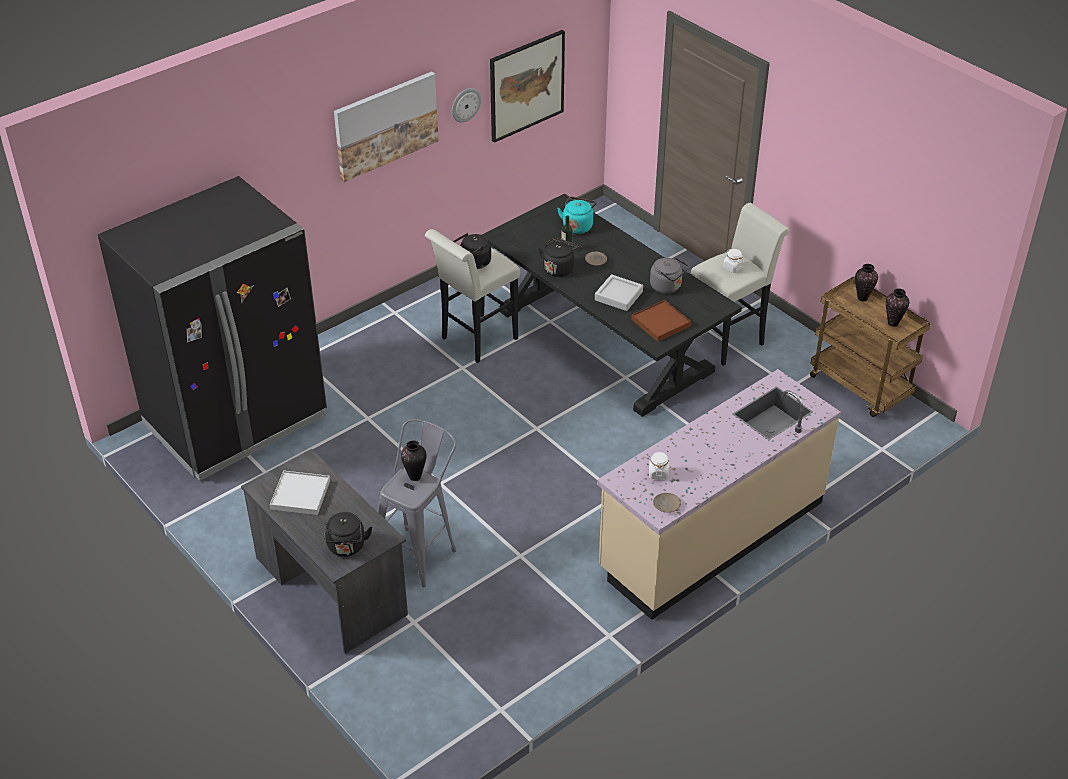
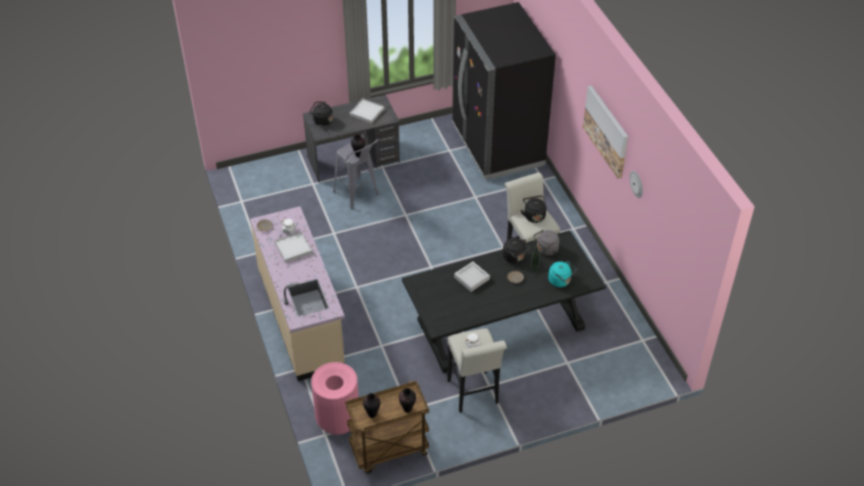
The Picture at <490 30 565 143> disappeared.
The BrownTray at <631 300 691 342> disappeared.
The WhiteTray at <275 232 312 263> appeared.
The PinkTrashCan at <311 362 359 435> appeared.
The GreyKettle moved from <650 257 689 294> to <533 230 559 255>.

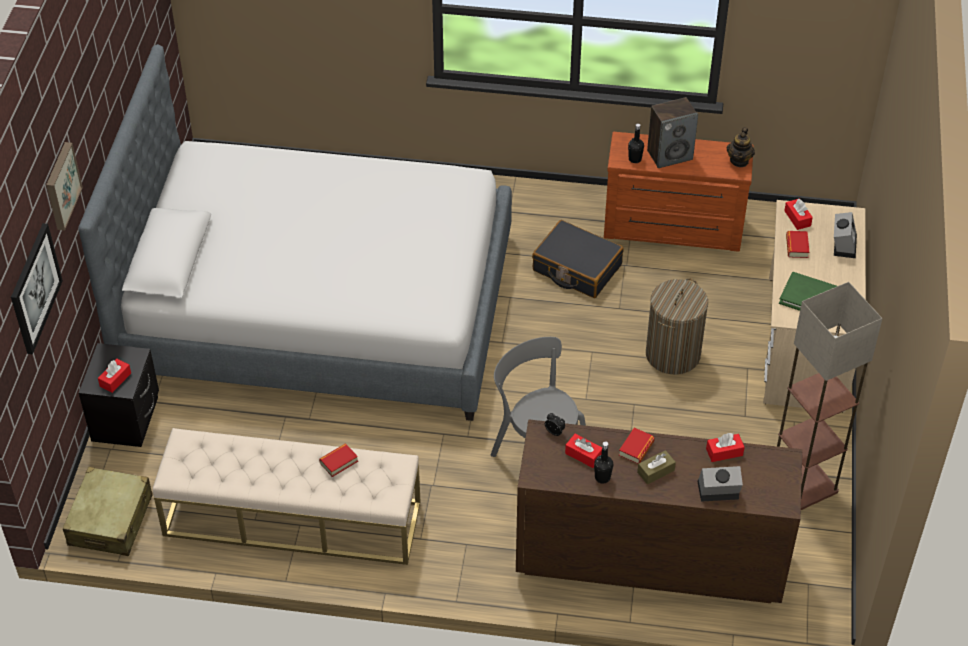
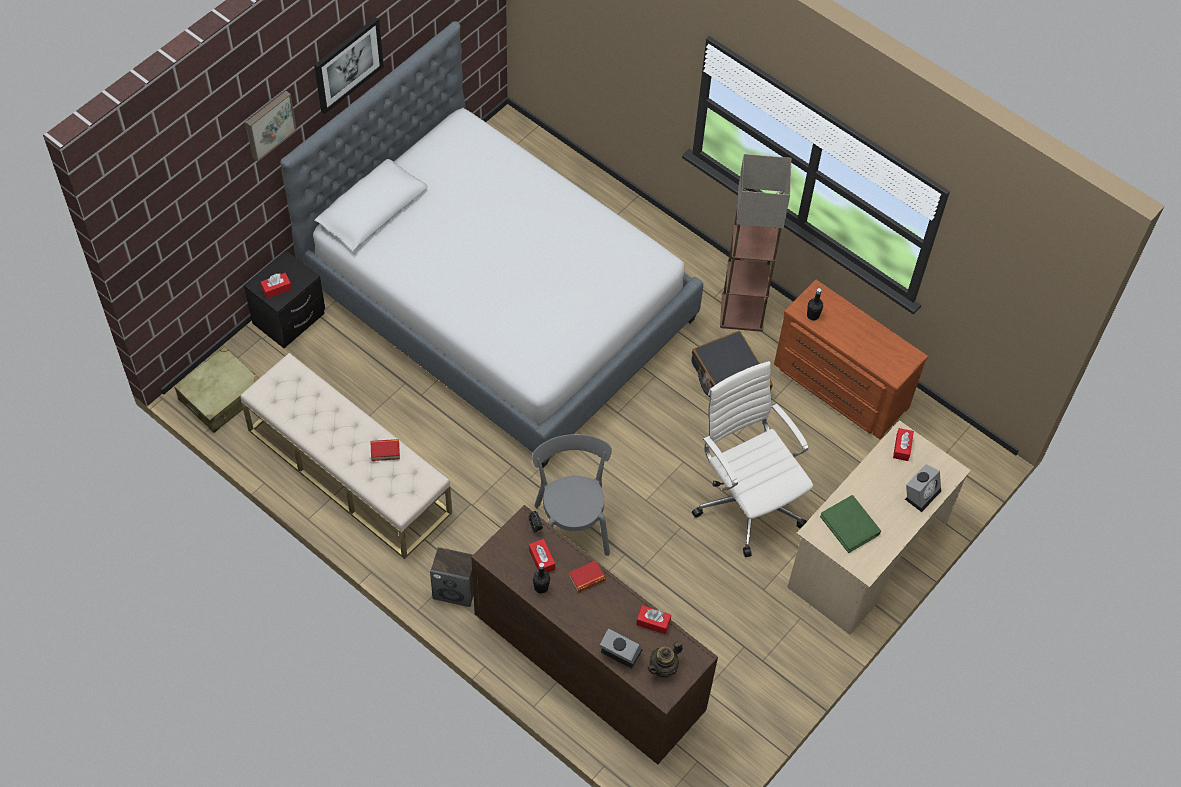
The BrownTissueBox at <637 450 676 484> disappeared.
The Book at <786 231 809 258> disappeared.
The Picture moved from <11 223 63 354> to <314 17 384 114>.
The Speaker moved from <647 97 698 168> to <430 547 473 607>.
The Teapot moved from <726 127 755 167> to <647 641 683 678>.
The FloorLamp moved from <777 282 882 510> to <720 154 791 332>.
The LaundryBasket at <646 278 708 375> was replaced by the WhiteOfficeChair at <692 361 813 557>.

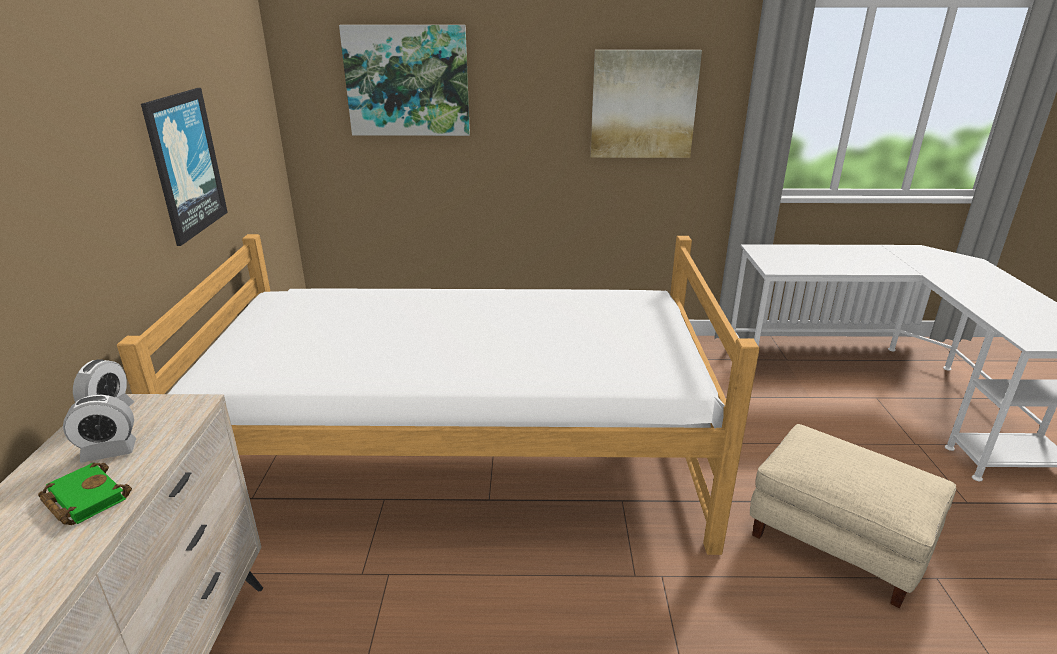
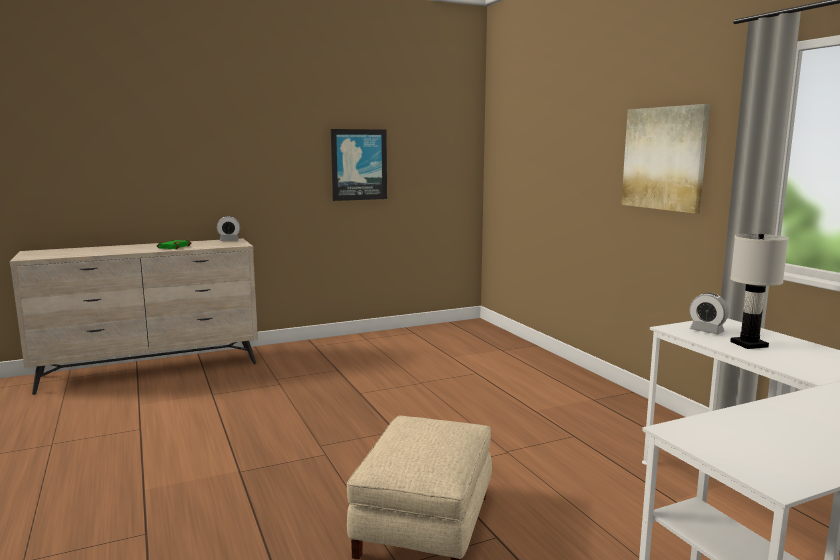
The Bed at <117 234 760 555> disappeared.
The Picture at <339 25 470 136> disappeared.
The WhiteTableLamp at <730 234 788 349> appeared.
The AlarmClock moved from <63 395 136 463> to <689 293 729 334>.

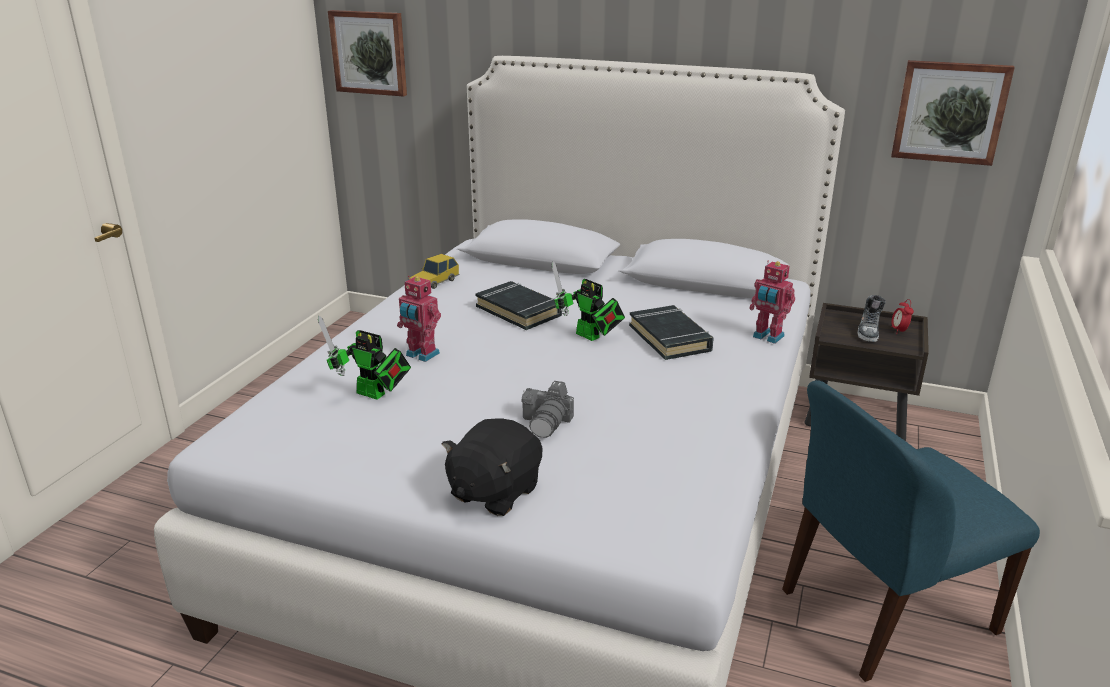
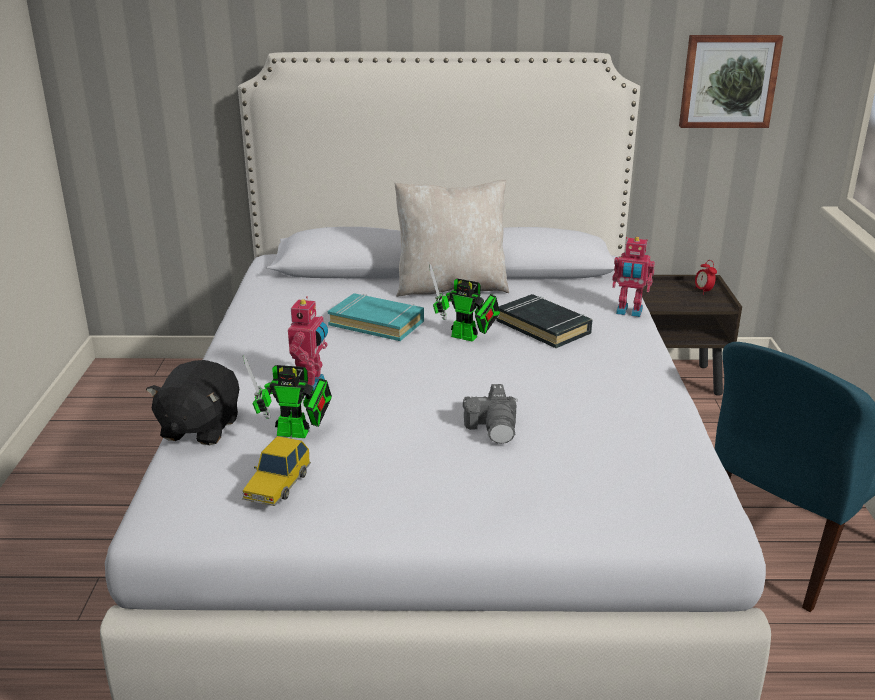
The Picture at <328 10 407 97> disappeared.
The Shoe at <857 295 886 342> disappeared.
The BeigePillow at <394 180 509 297> appeared.
The ToyCar moved from <409 254 460 289> to <242 436 311 506>.
The BlackPlushToy moved from <442 418 543 516> to <146 360 239 445>.
The BlackBook at <475 281 562 330> became the TurquoiseBook at <328 293 424 341>.
The ToyRobot at <397 276 441 362> turned 90 degrees counterclockwise.

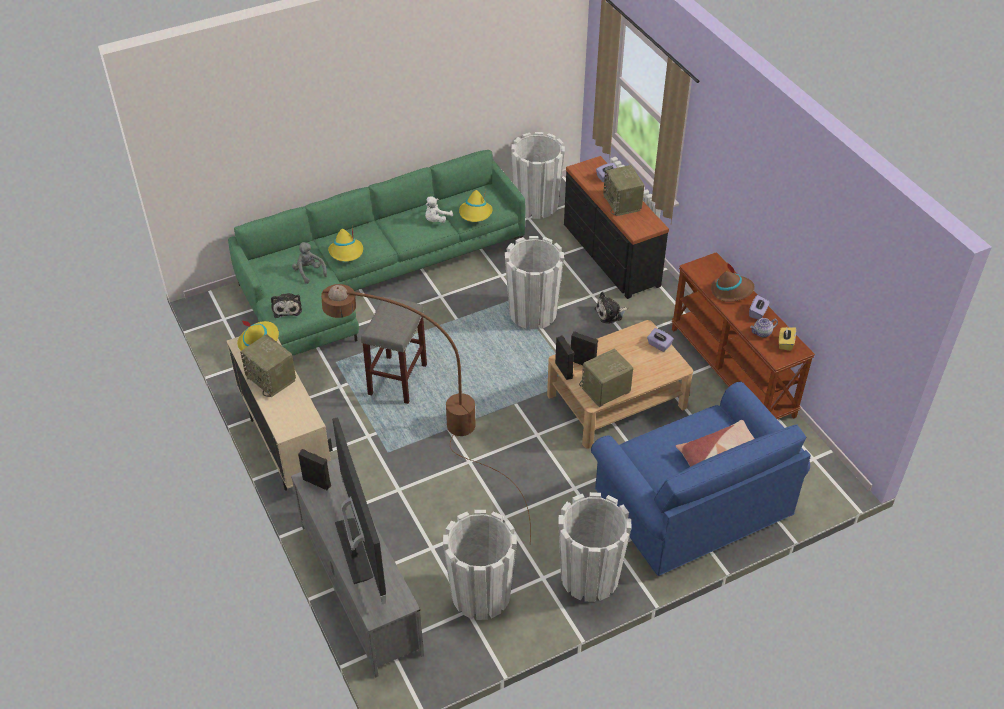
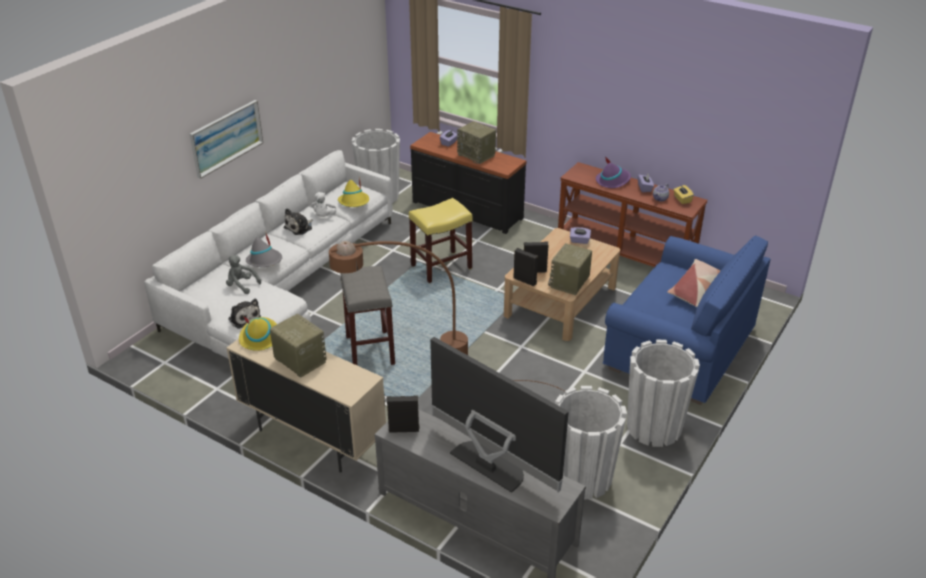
The Picture at <190 100 263 179> appeared.
The PlushToy moved from <595 292 628 324> to <284 208 313 235>.
The WhitePlanter at <505 236 564 329> was replaced by the YellowStool at <409 198 473 283>.
The GreenSofa at <228 150 525 356> became the WhiteSofa at <144 150 392 359>.
The YellowHat at <328 225 363 262> became the GreyHat at <246 234 282 267>.
The BrownHat at <711 262 755 302> became the PurpleHat at <596 157 631 188>.
The Radio at <240 334 296 397> turned 150 degrees counterclockwise.

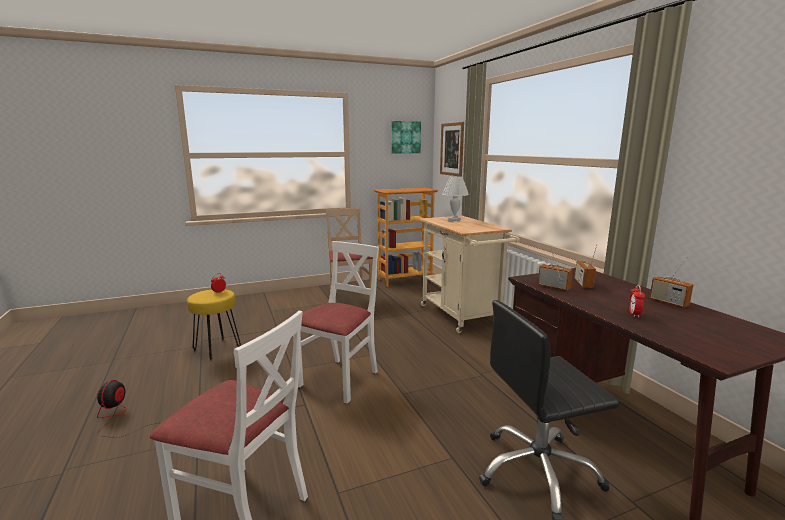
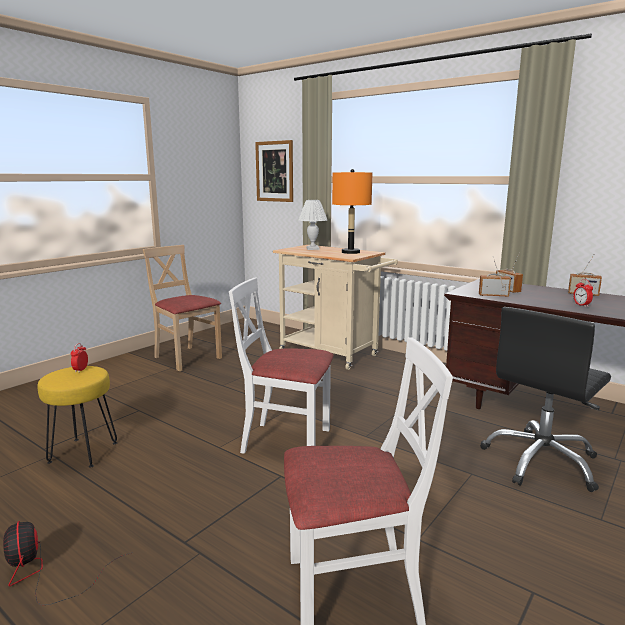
The Bookcase at <374 188 438 287> disappeared.
The Picture at <391 121 421 154> disappeared.
The OrangeTableLamp at <332 169 373 254> appeared.
The WhiteChair at <293 241 379 404> turned 75 degrees counterclockwise.

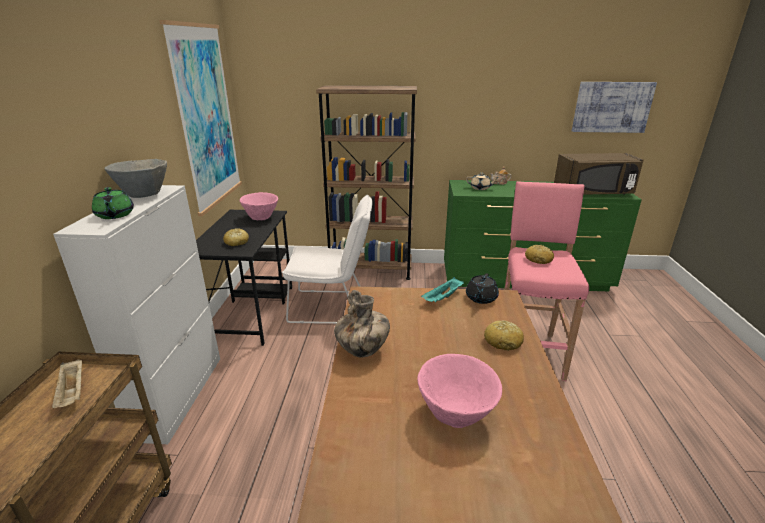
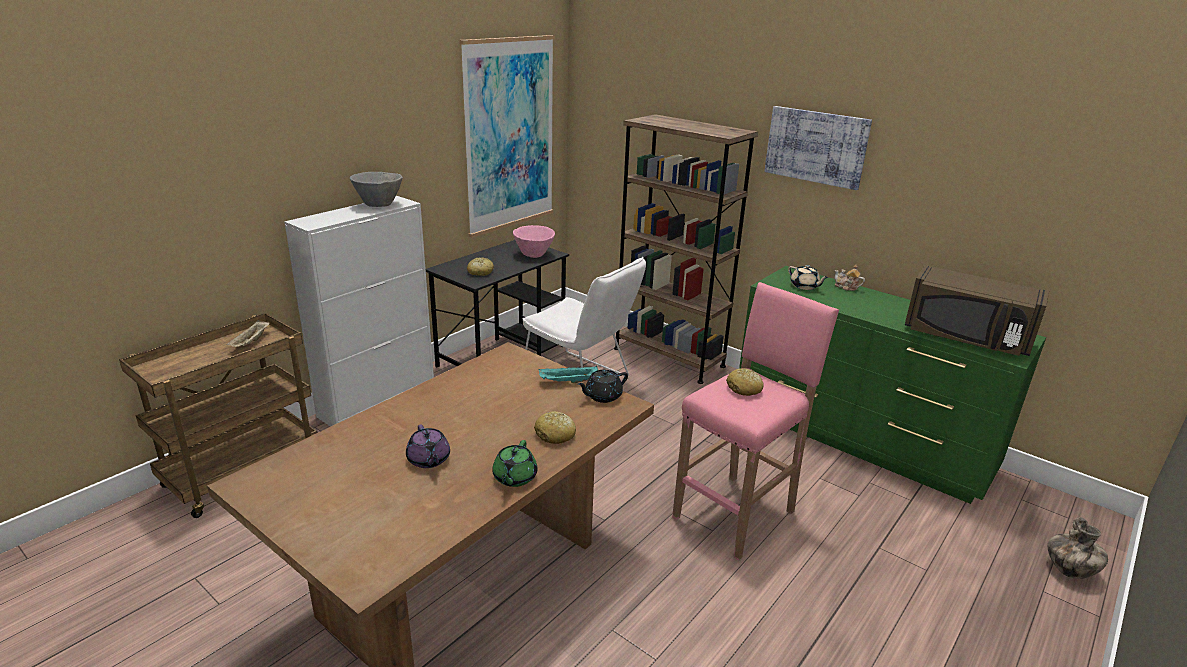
The GreenTeapot moved from <92 187 134 219> to <492 440 537 487>.
The Vase moved from <334 290 390 358> to <1048 517 1108 579>.
The Picture moved from <572 82 657 133> to <764 106 872 190>.
The PinkBowl at <417 354 502 428> was replaced by the PurpleTeapot at <406 424 450 468>.

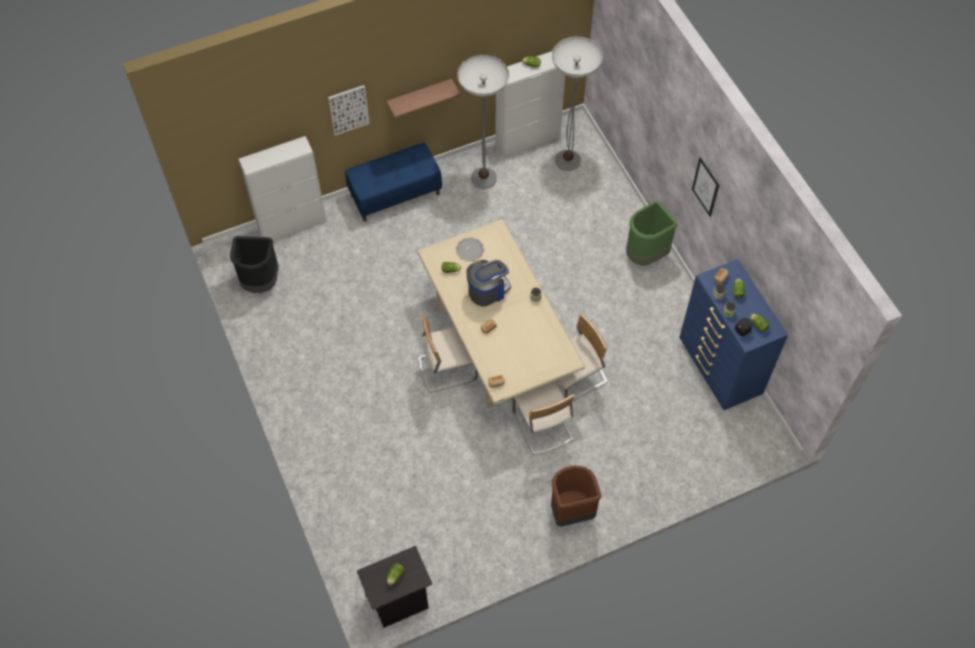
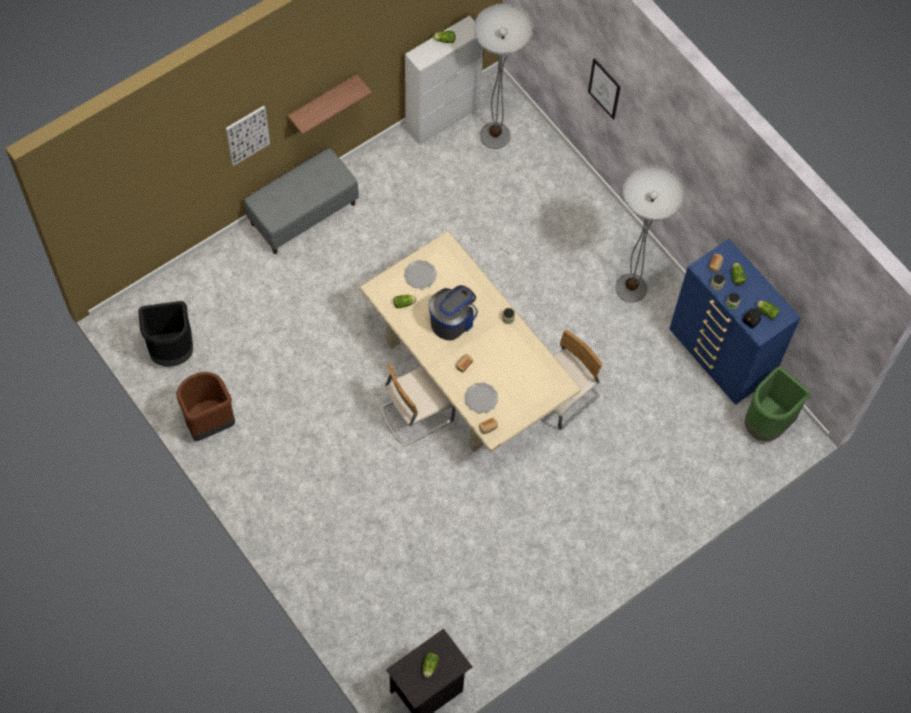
The WhiteCabinet at <239 136 327 241> disappeared.
The BeigeChair at <513 381 575 455> disappeared.
The Plate at <464 382 498 413> appeared.
The FloorLamp moved from <458 55 509 189> to <615 165 686 303>.
The BrownTrashCan moved from <551 465 601 526> to <176 372 235 441>.
The GreenTrashCan moved from <626 201 678 265> to <745 366 811 441>.
The Picture moved from <692 157 719 217> to <588 58 621 120>.
The BlueBench at <345 143 442 222> became the GreyBench at <244 148 359 254>.

